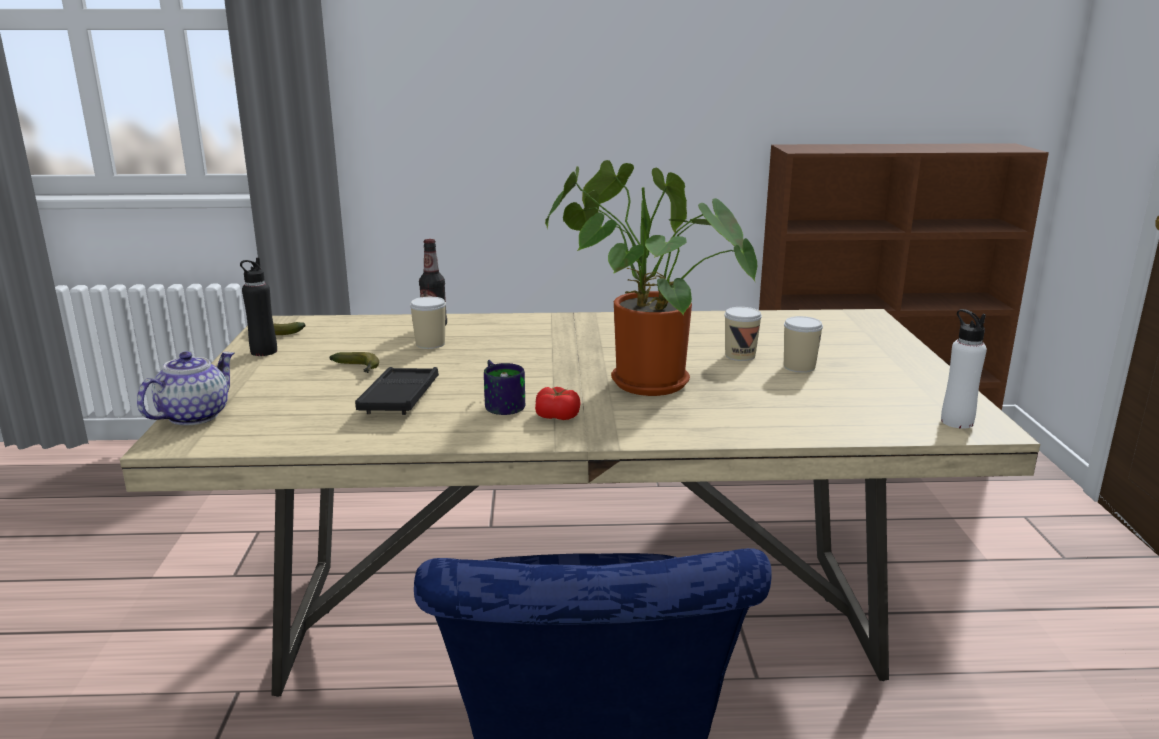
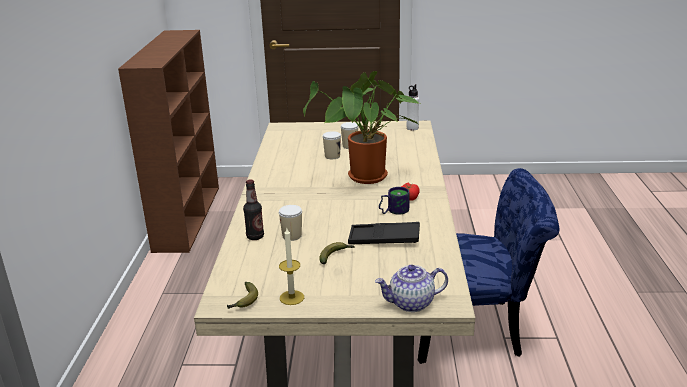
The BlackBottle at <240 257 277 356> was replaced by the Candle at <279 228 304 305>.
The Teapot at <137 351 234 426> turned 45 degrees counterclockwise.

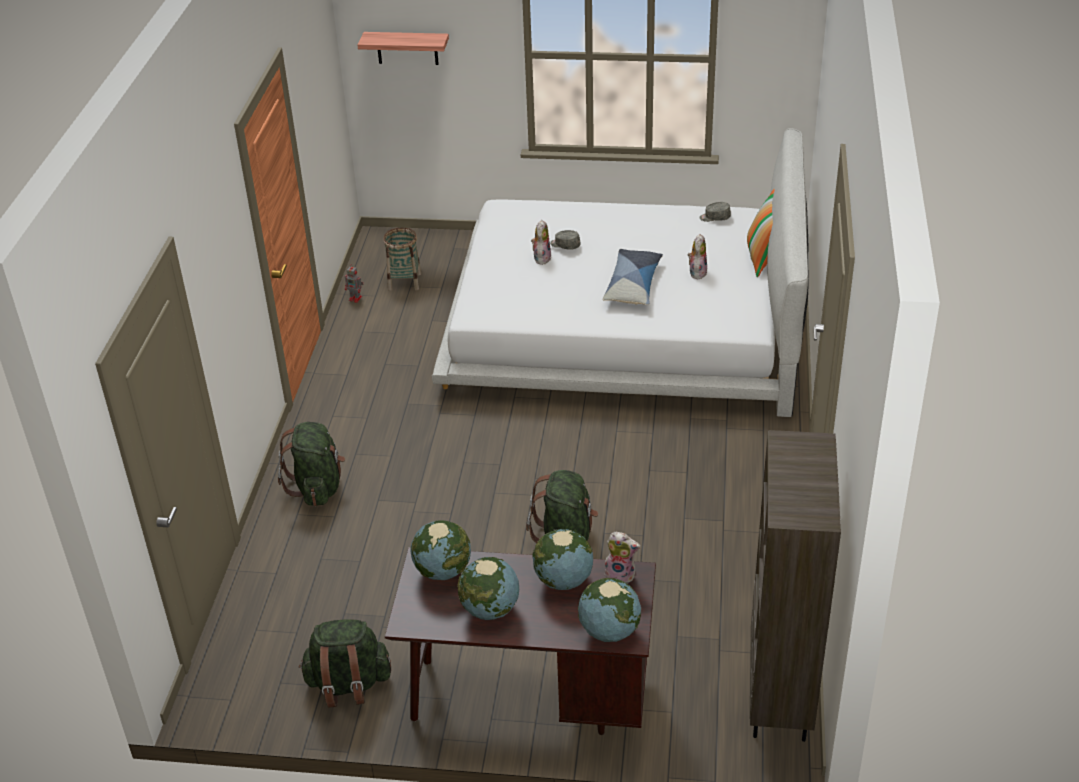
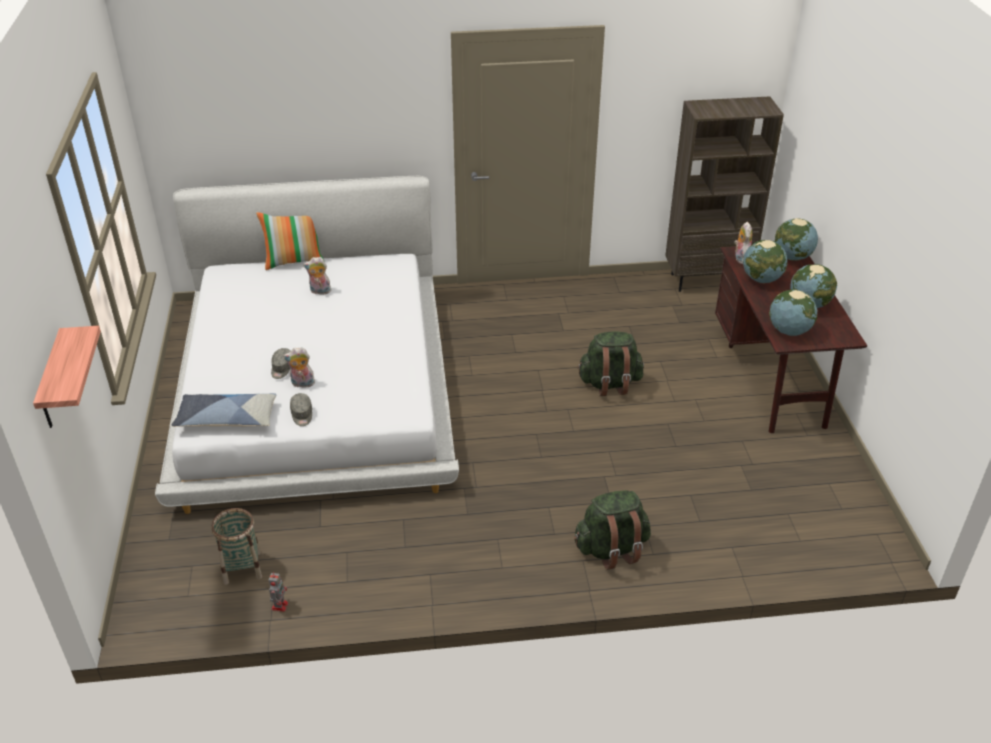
The GreenBackpack at <299 619 391 707> disappeared.
The Pillow moved from <603 249 663 305> to <172 393 277 427>.
The GreyCap moved from <699 202 731 222> to <290 393 312 426>.

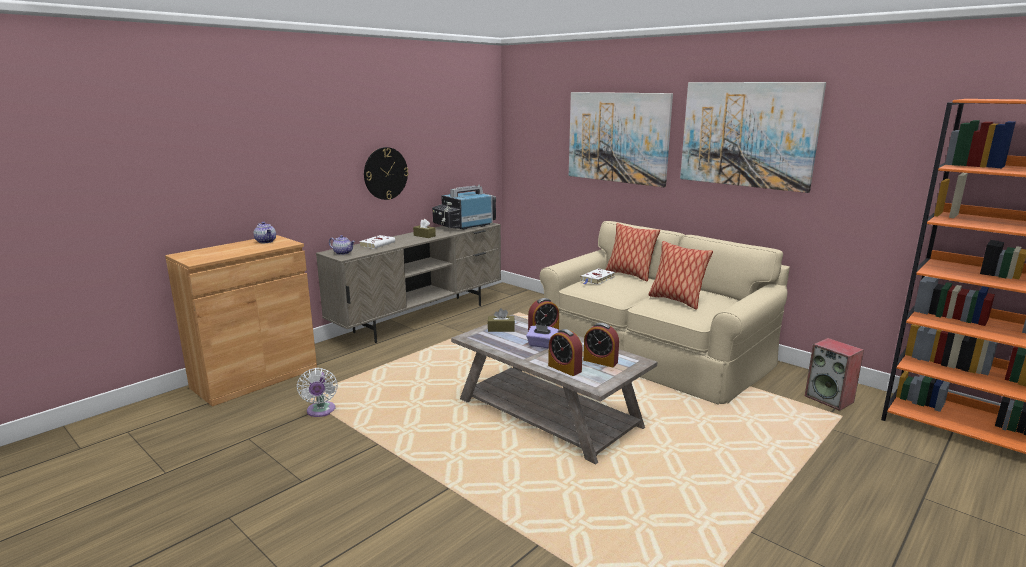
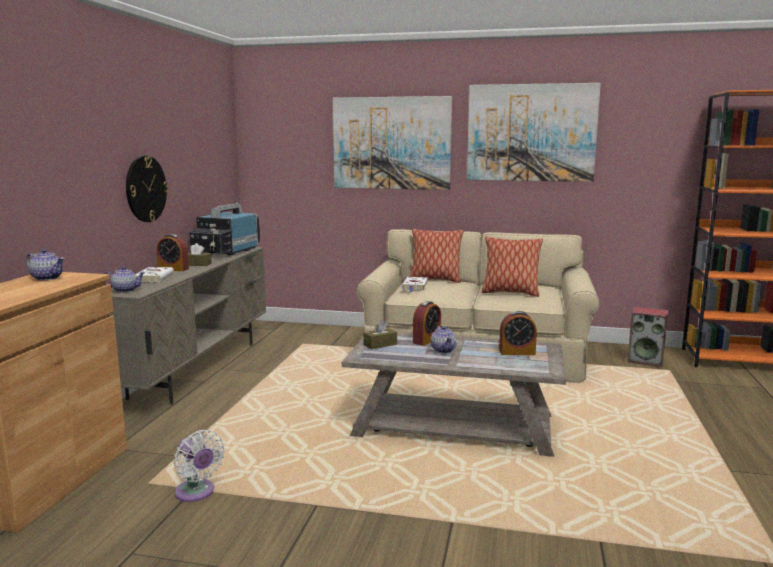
The AlarmClock moved from <548 329 583 376> to <157 234 189 271>.
The PurpleTissueBox at <526 324 559 349> was replaced by the Teapot at <431 326 457 353>.

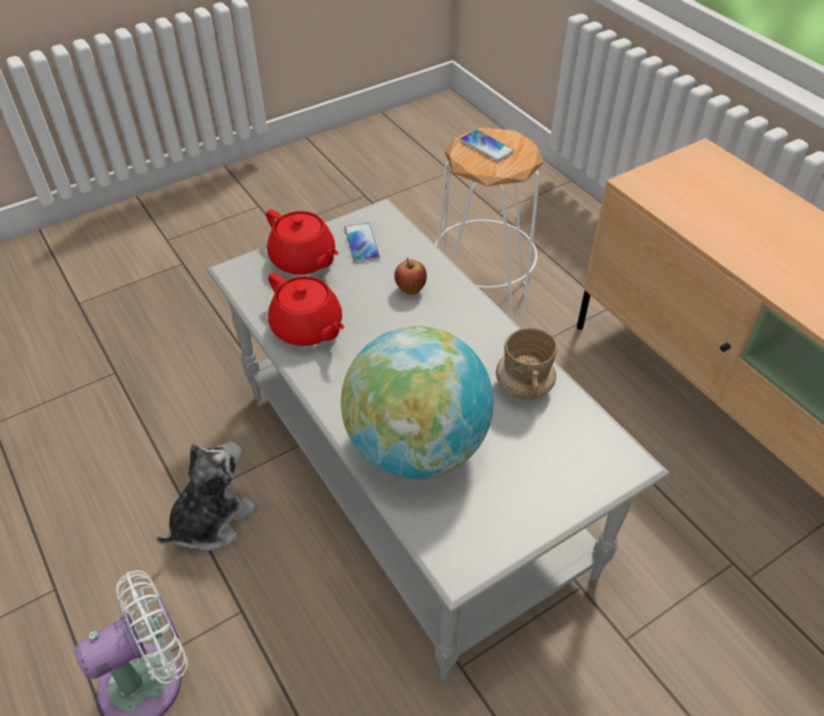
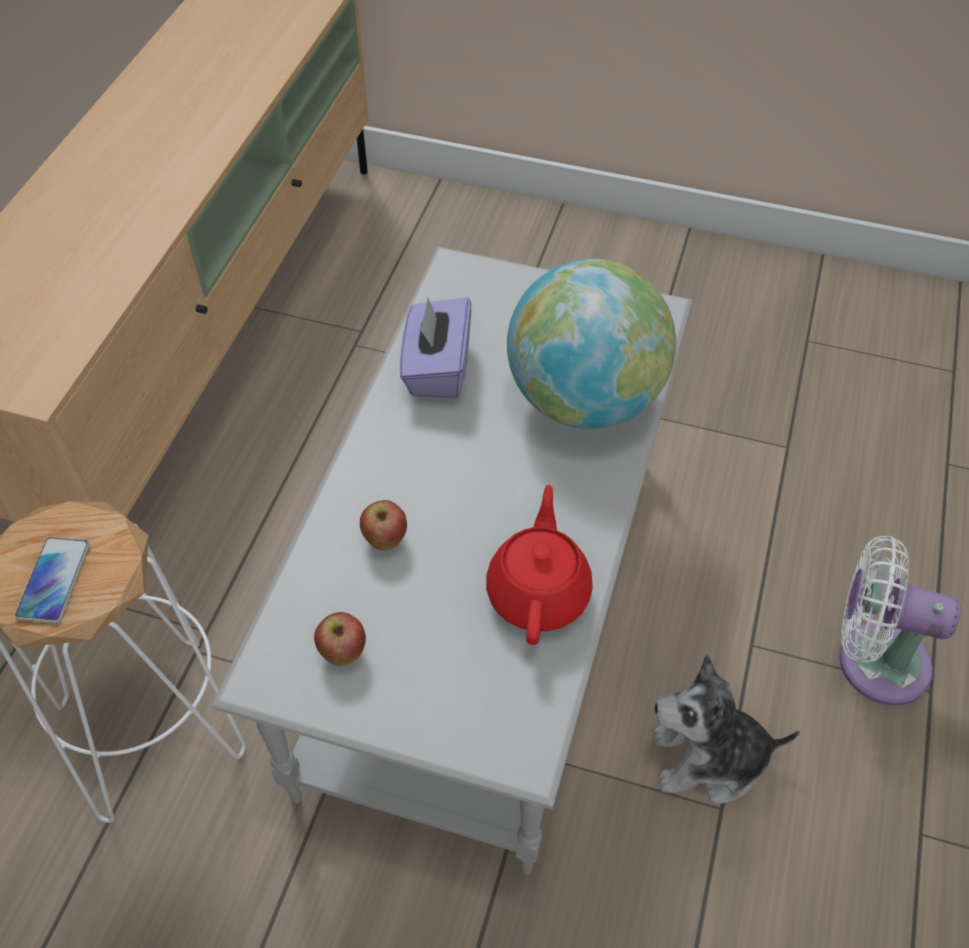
The RedTeapot at <266 210 339 275> disappeared.
The Phone at <344 223 380 263> was replaced by the Apple at <314 612 366 666>.
The BeigeMug at <496 326 557 400> was replaced by the PurpleTissueBox at <400 297 471 398>.

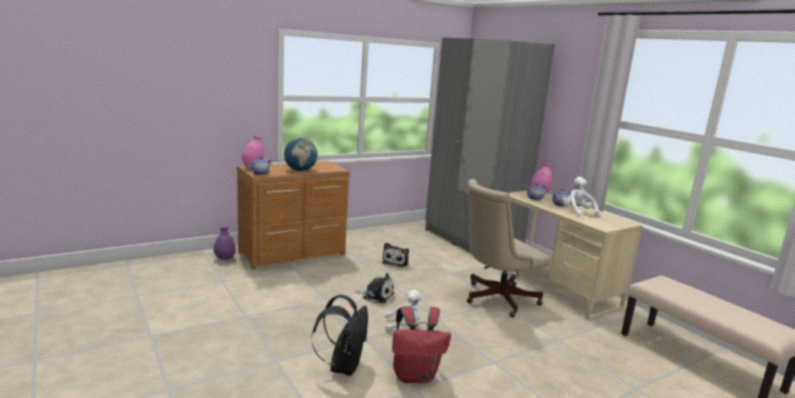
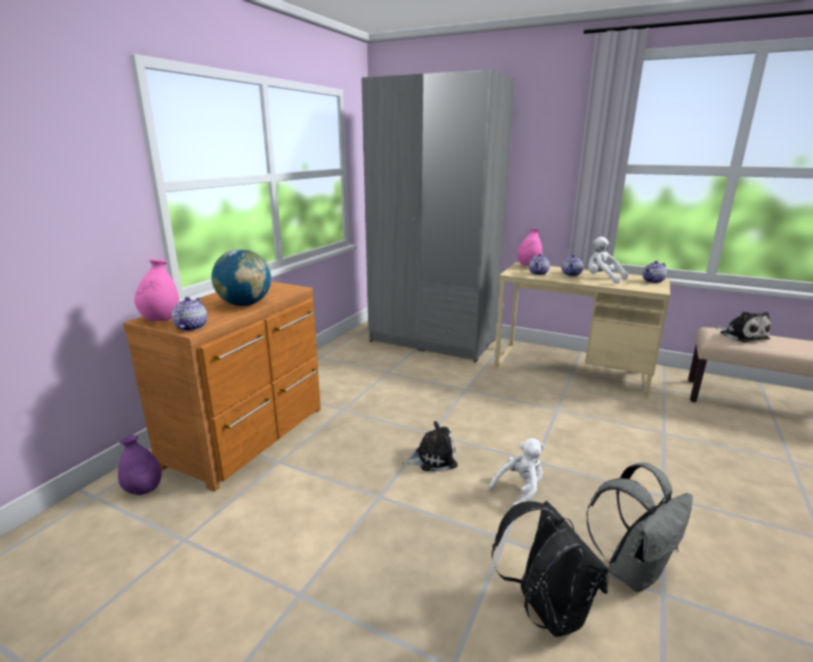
The BeigeOfficeChair at <467 179 550 317> disappeared.
The Teapot at <643 260 667 283> appeared.
The PlushToy moved from <382 243 409 267> to <717 311 771 343>.
The RedBackpack at <392 306 451 383> became the GreyBackpack at <586 462 693 592>.

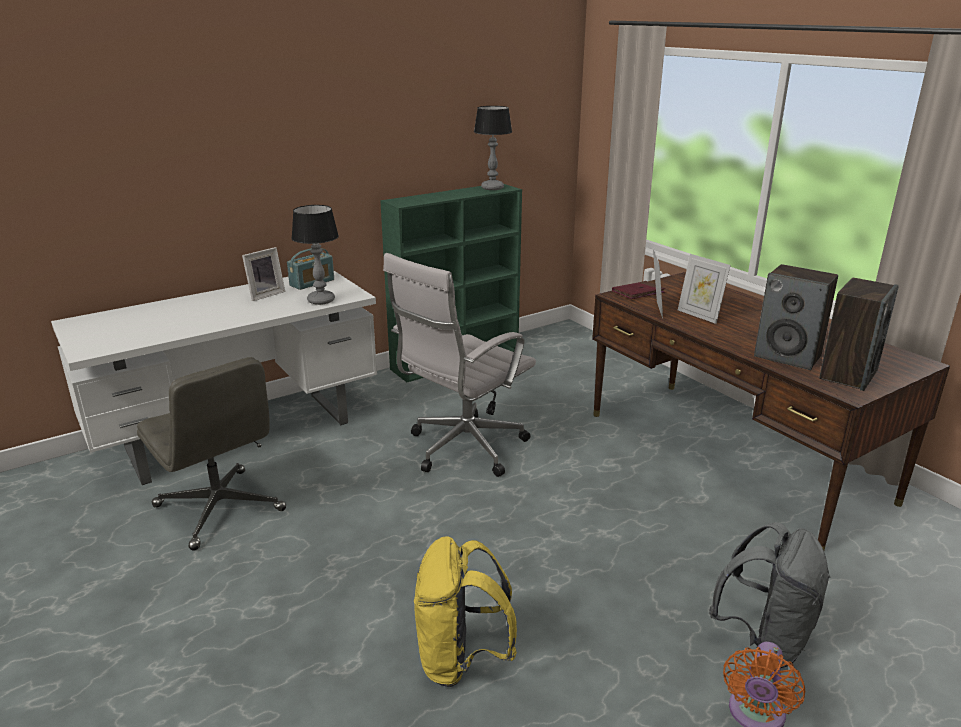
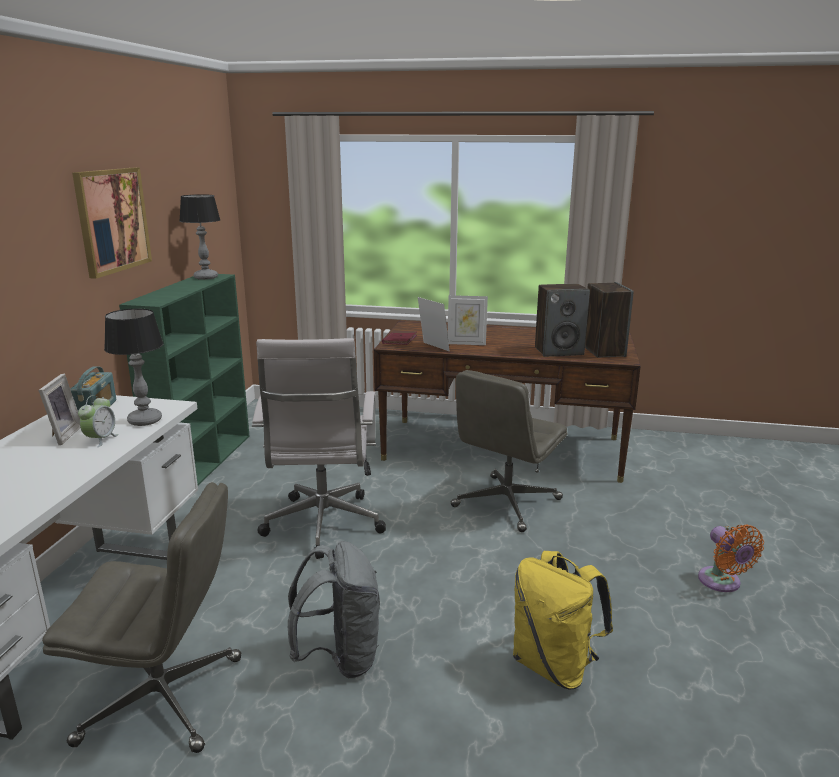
The Picture at <72 168 152 279> appeared.
The AlarmClock at <78 395 119 447> appeared.
The GreyOfficeChair at <451 370 567 532> appeared.
The GreyBackpack moved from <709 522 831 668> to <288 541 380 678>.

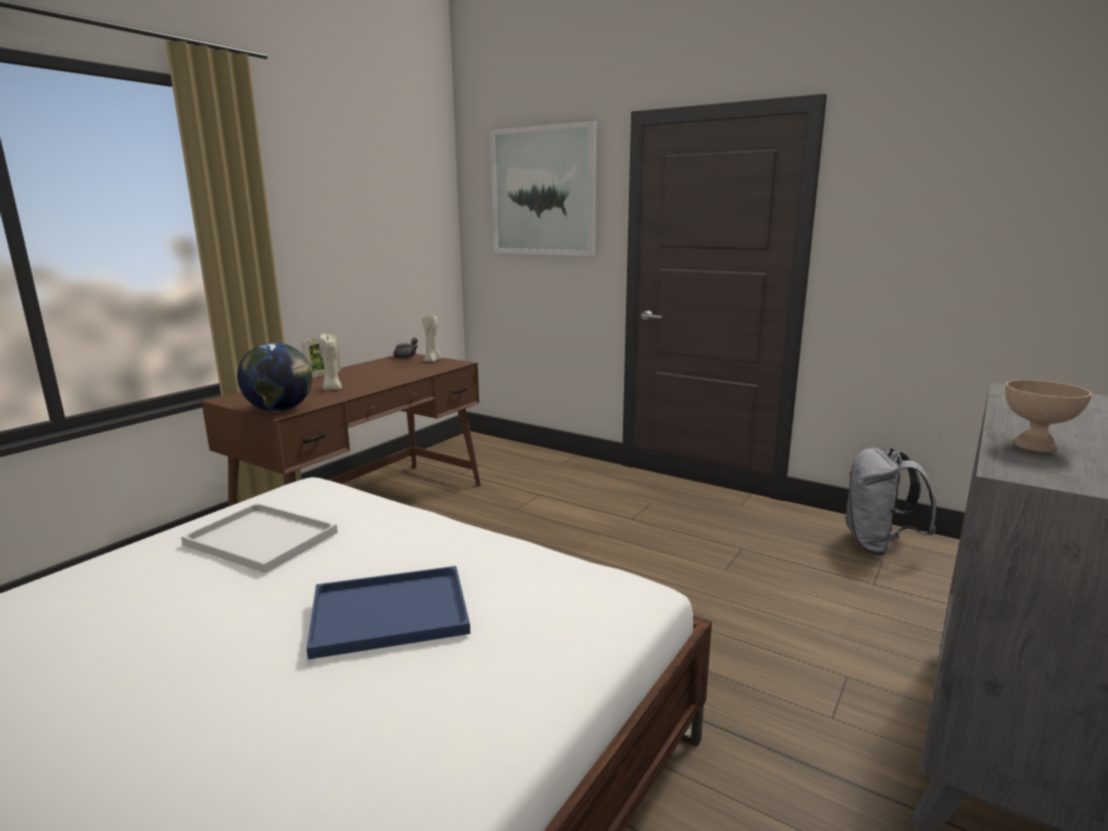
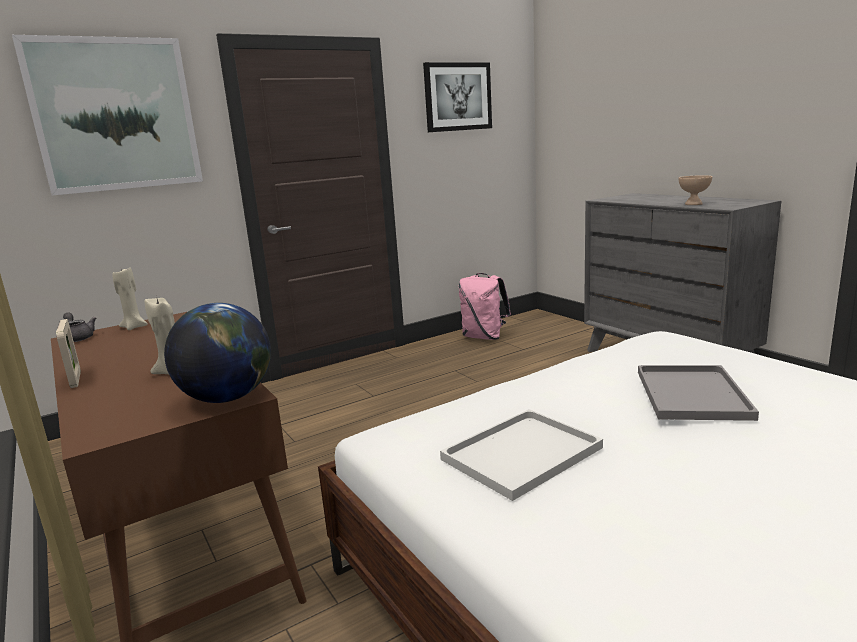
The Picture at <423 62 492 132> appeared.
The BlueTray at <306 566 470 659> became the GreyTray at <638 365 759 421>.
The GreyBackpack at <844 447 936 555> became the PinkBackpack at <459 273 511 340>.

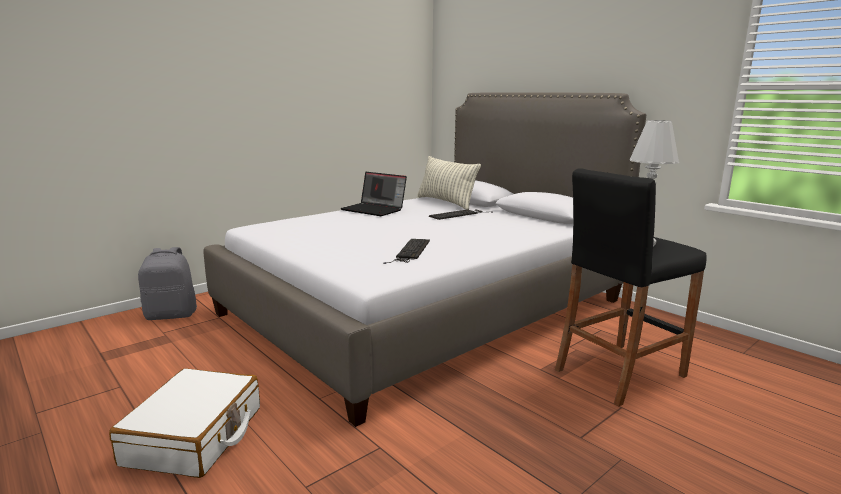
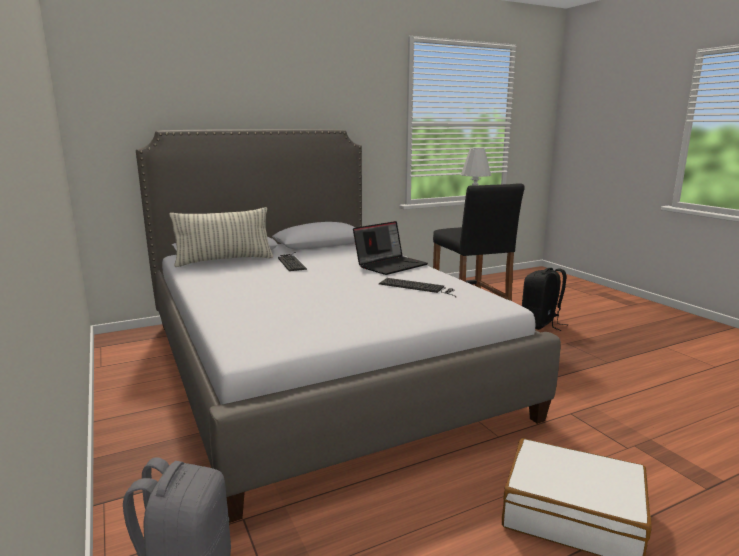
The BlackBackpack at <522 268 568 331> appeared.
The Laptop moved from <340 172 407 216> to <353 221 428 275>.

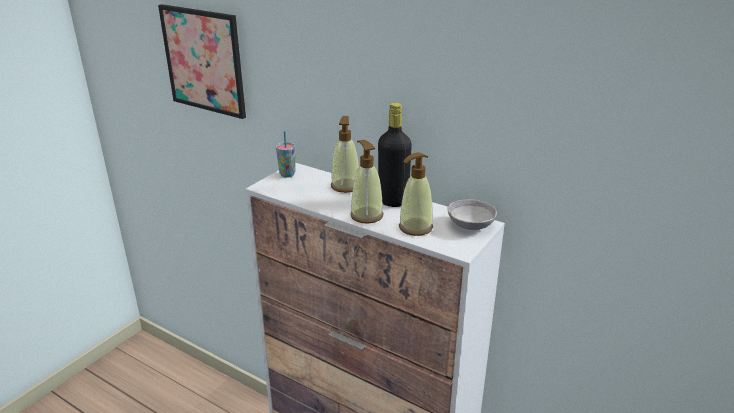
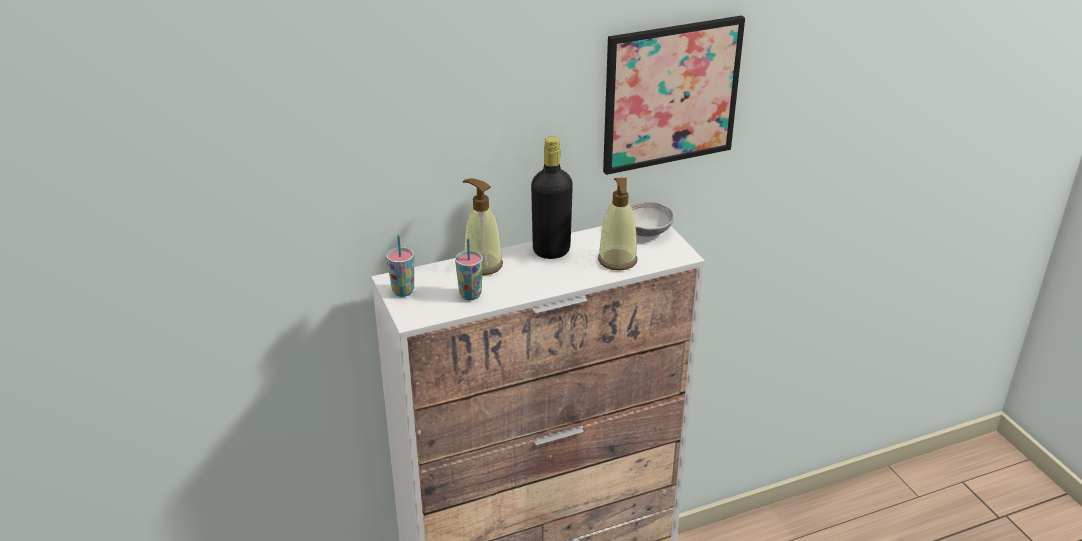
The SoapDispenser at <350 140 384 224> disappeared.
The Cup at <455 239 483 300> appeared.
The Picture moved from <158 4 246 119> to <603 15 745 175>.

